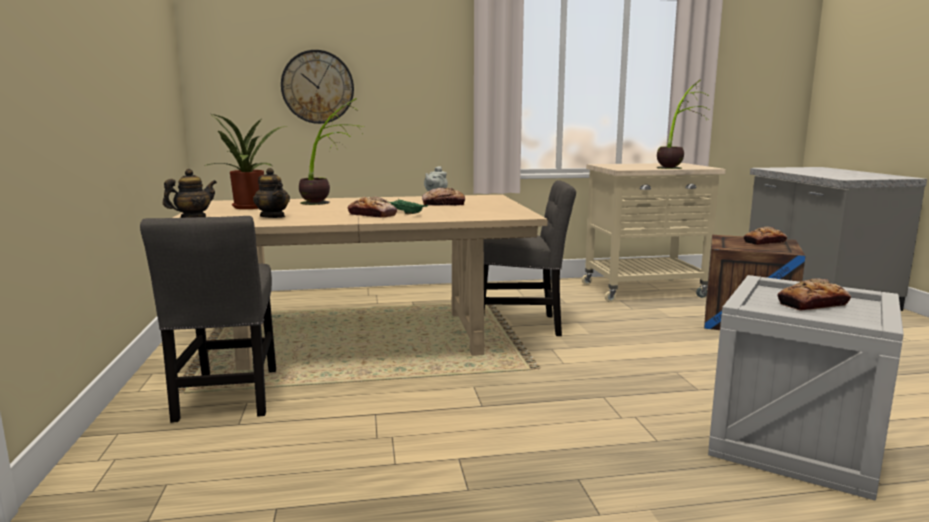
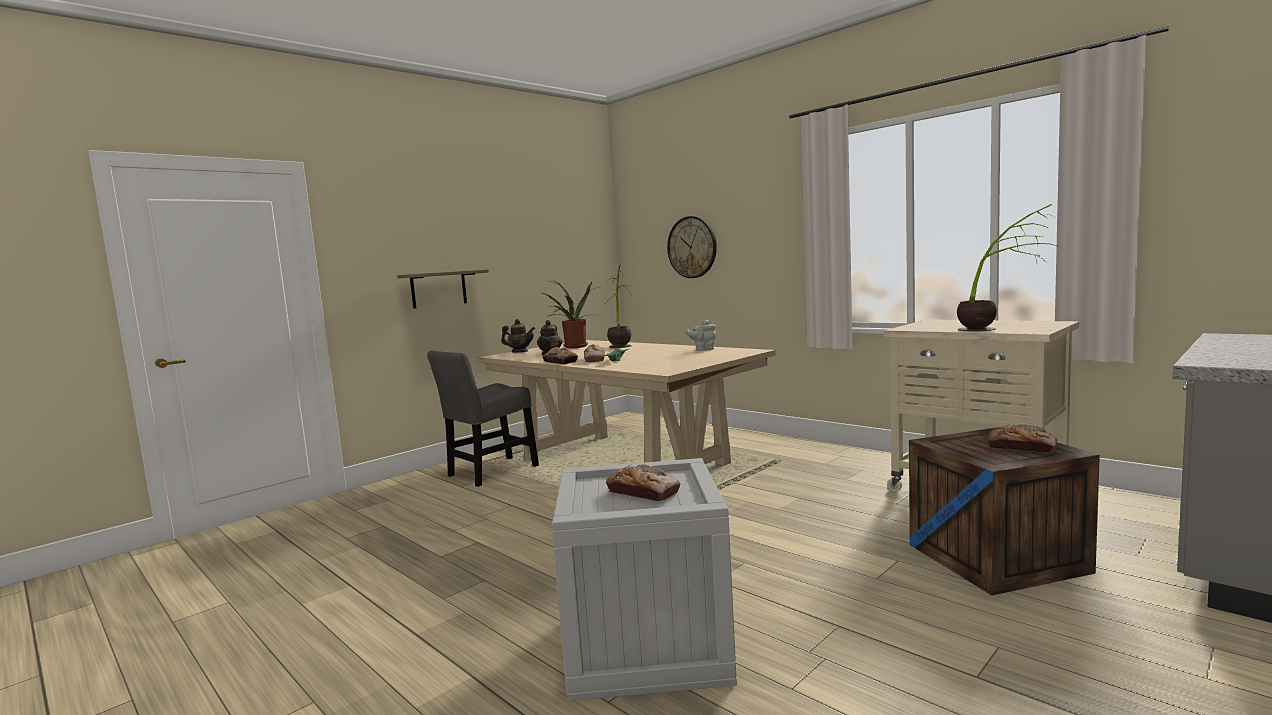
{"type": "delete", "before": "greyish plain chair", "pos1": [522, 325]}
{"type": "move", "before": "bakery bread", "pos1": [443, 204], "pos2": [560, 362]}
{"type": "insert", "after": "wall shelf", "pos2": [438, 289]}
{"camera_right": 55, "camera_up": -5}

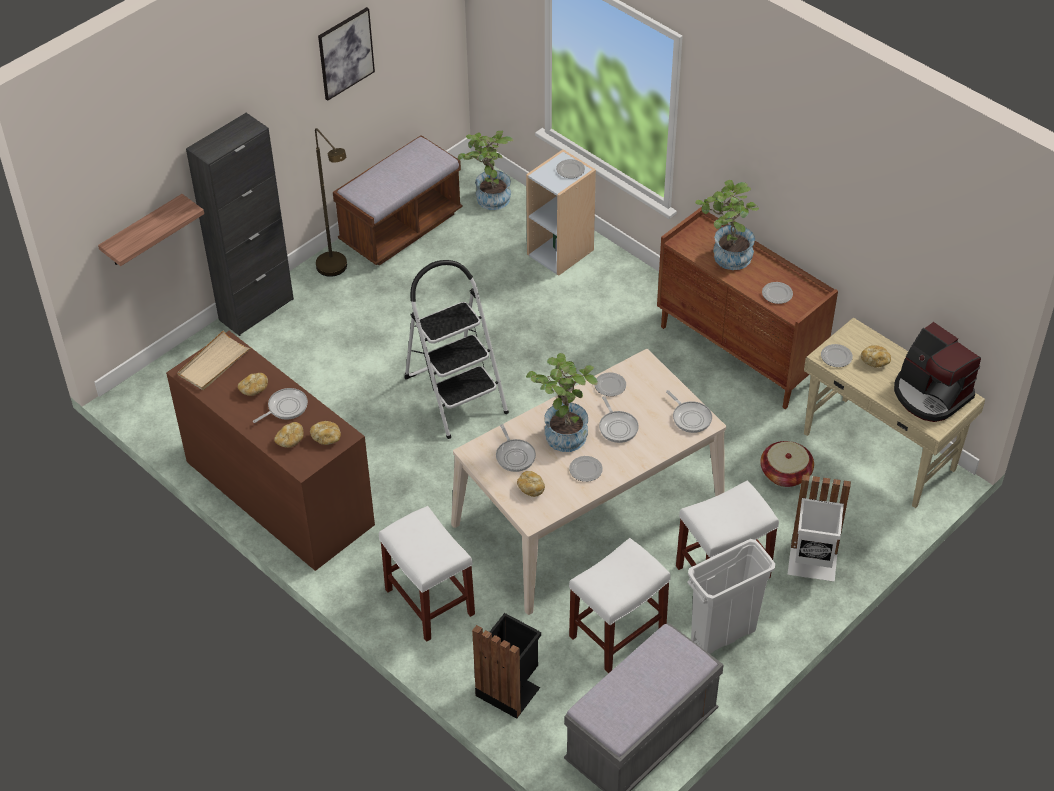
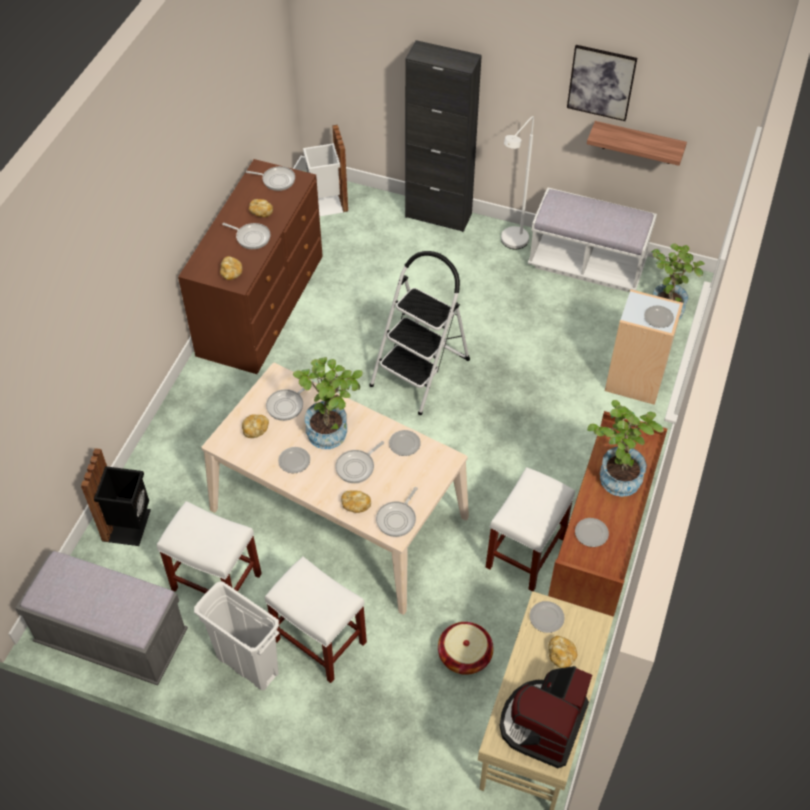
{"type": "recolor", "before": "brown standing lamp", "after": "whitish standing lamp", "pos1": [337, 270], "pos2": [511, 244]}
{"type": "recolor", "before": "brown long seat", "after": "whitish long seat", "pos1": [401, 228], "pos2": [586, 264]}
{"type": "move", "before": "wall shelf", "pos1": [143, 232], "pos2": [638, 143]}
{"type": "replace", "before": "sand-coloured serving tray", "after": "skillet", "pos1": [214, 363], "pos2": [276, 180]}
{"type": "move", "before": "bakery bread", "pos1": [290, 440], "pos2": [355, 505]}
{"type": "move", "before": "whitish trash can", "pos1": [812, 564], "pos2": [327, 202]}
{"type": "move", "before": "whitish sitting stool", "pos1": [428, 601], "pos2": [526, 551]}
{"camera_right": 65, "camera_up": 5}

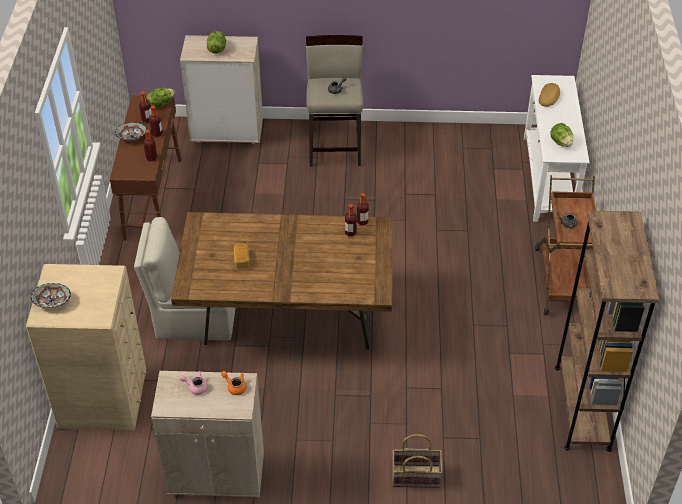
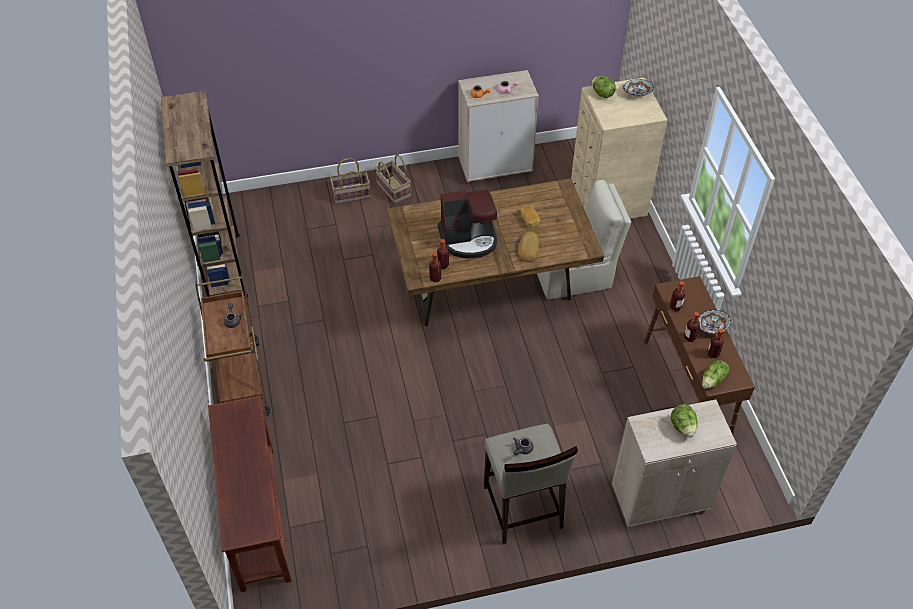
{"type": "recolor", "before": "whitish narrow table", "after": "brown narrow table", "pos1": [548, 179], "pos2": [257, 517]}
{"type": "move", "before": "bakery bread", "pos1": [549, 97], "pos2": [528, 249]}
{"type": "move", "before": "head of lettuce", "pos1": [561, 143], "pos2": [602, 94]}
{"type": "insert", "after": "storage basket", "pos2": [393, 190]}
{"type": "insert", "after": "coffee maker", "pos2": [469, 239]}
{"camera_right": 165, "camera_up": 5}

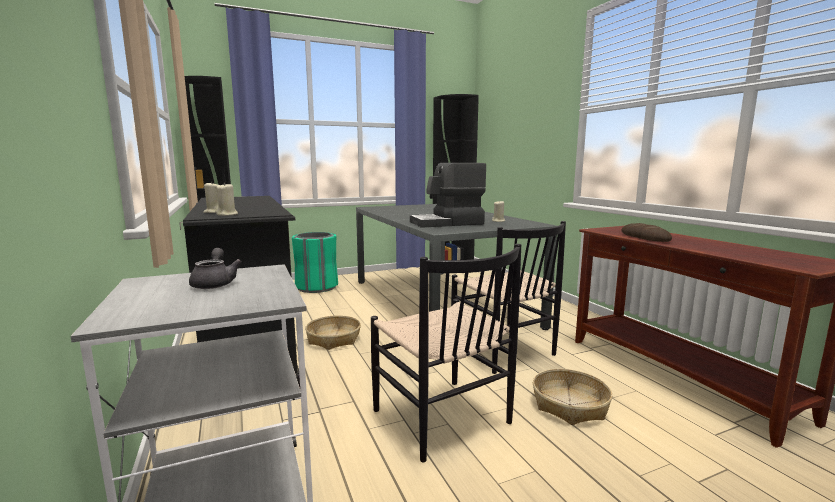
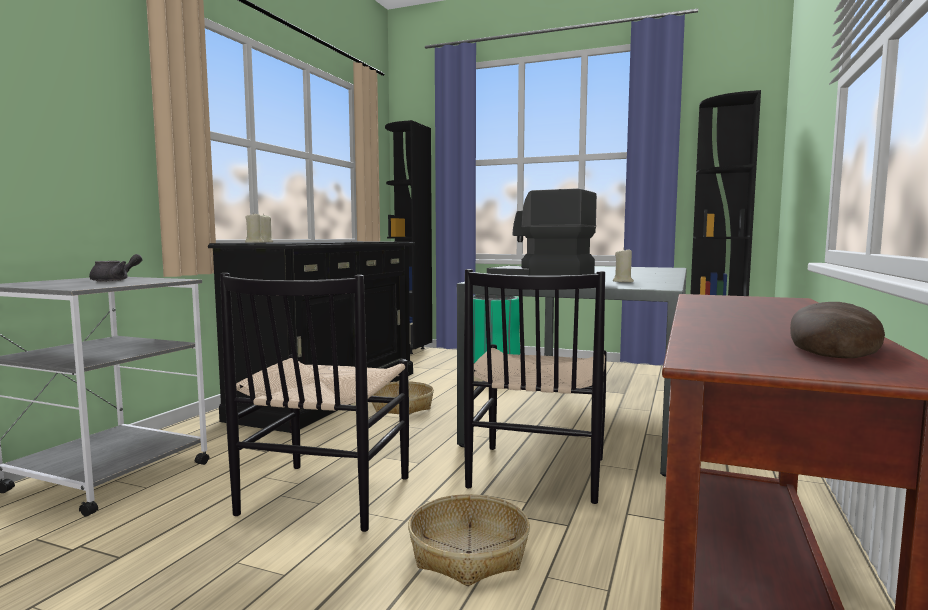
{"type": "move", "before": "bakery bread", "pos1": [644, 237], "pos2": [833, 344]}
{"camera_right": 45, "camera_up": -5}

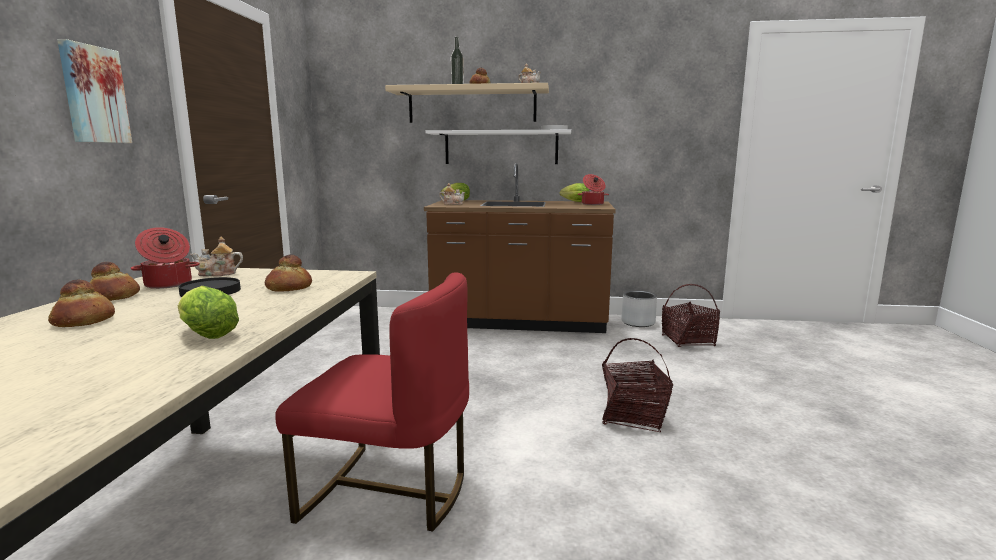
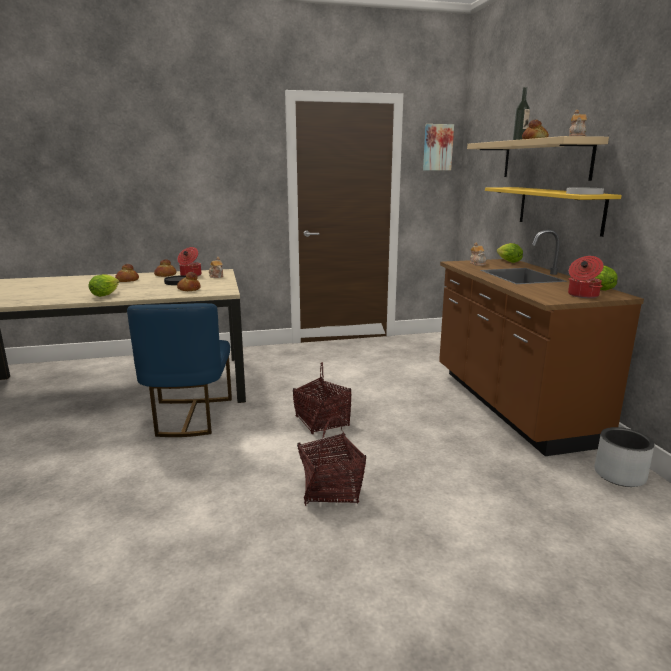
{"type": "move", "before": "wall art", "pos1": [93, 95], "pos2": [437, 147]}
{"type": "recolor", "before": "whitish wall shelf", "after": "yellow wall shelf", "pos1": [501, 147], "pos2": [559, 209]}
{"type": "recolor", "before": "reddish plain chair", "after": "blue plain chair", "pos1": [388, 492], "pos2": [189, 417]}
{"type": "move", "before": "storage basket", "pos1": [688, 341], "pos2": [322, 422]}
{"camera_right": 70, "camera_up": 5}

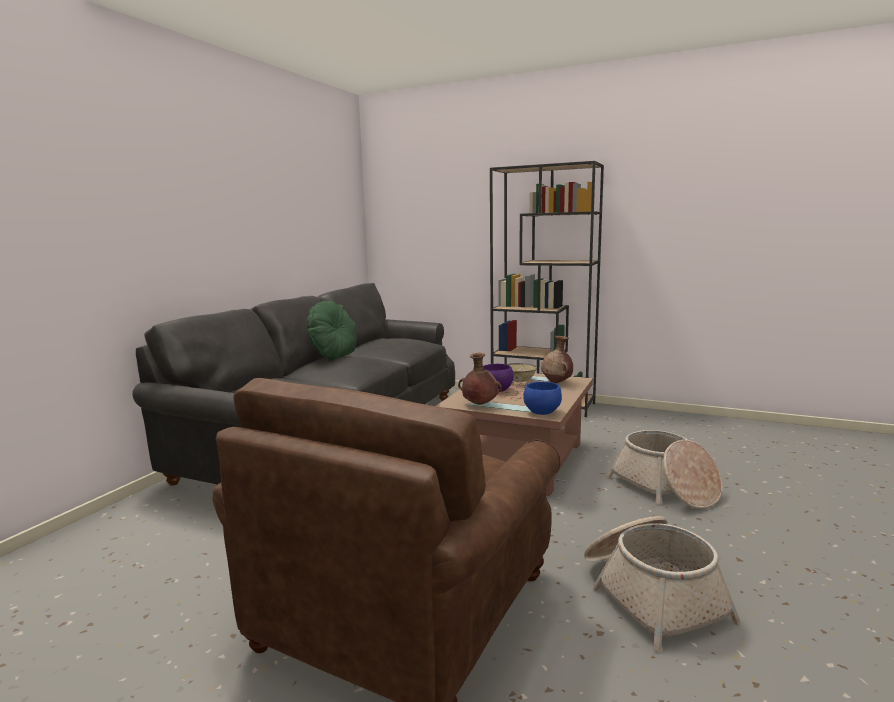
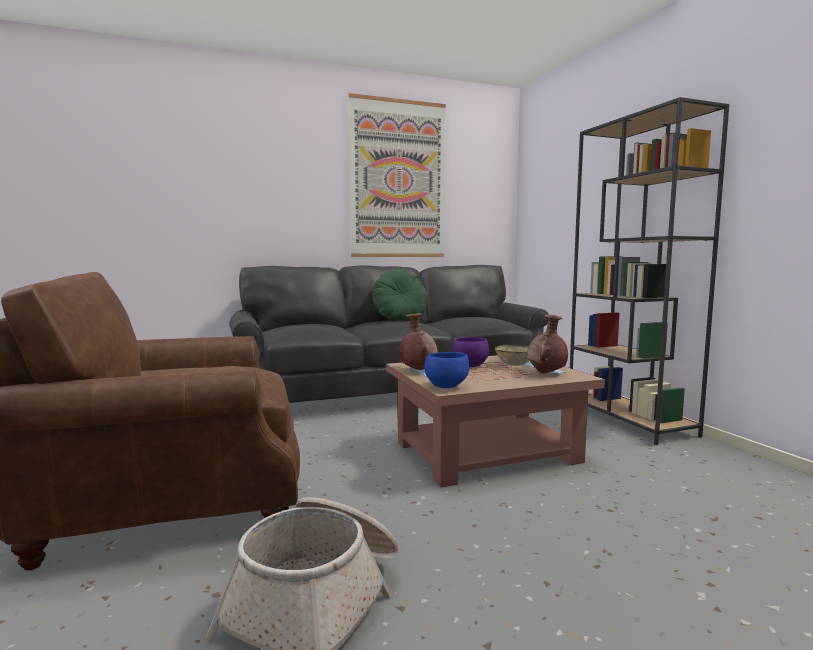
{"type": "delete", "before": "storage basket", "pos1": [665, 488]}
{"type": "insert", "after": "wall art", "pos2": [398, 179]}
{"camera_right": 45, "camera_up": -5}

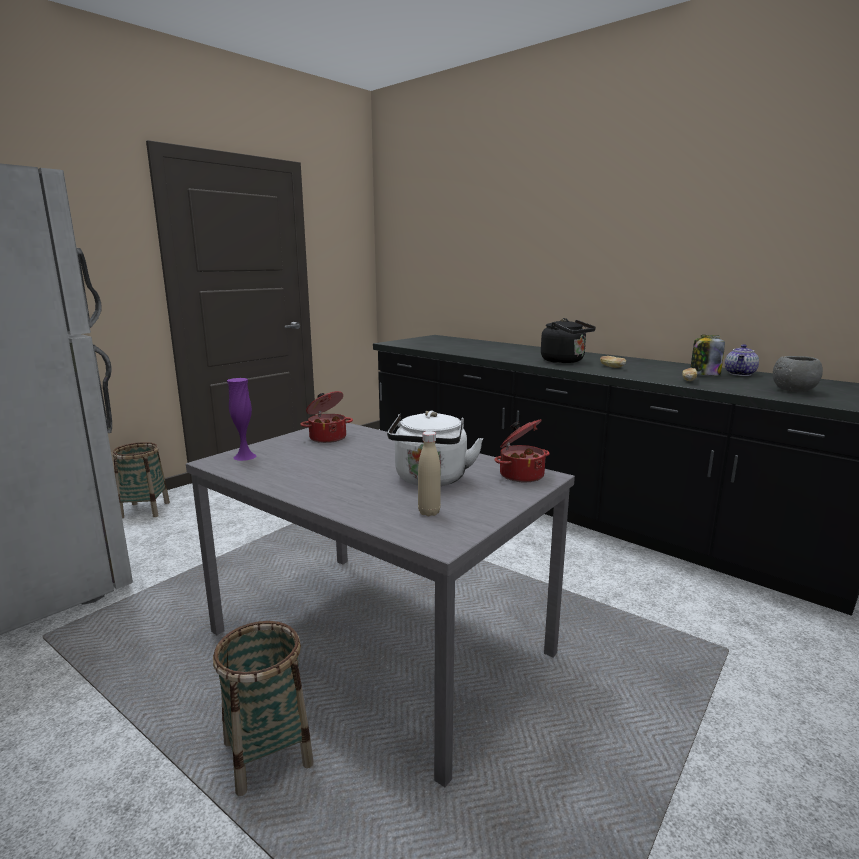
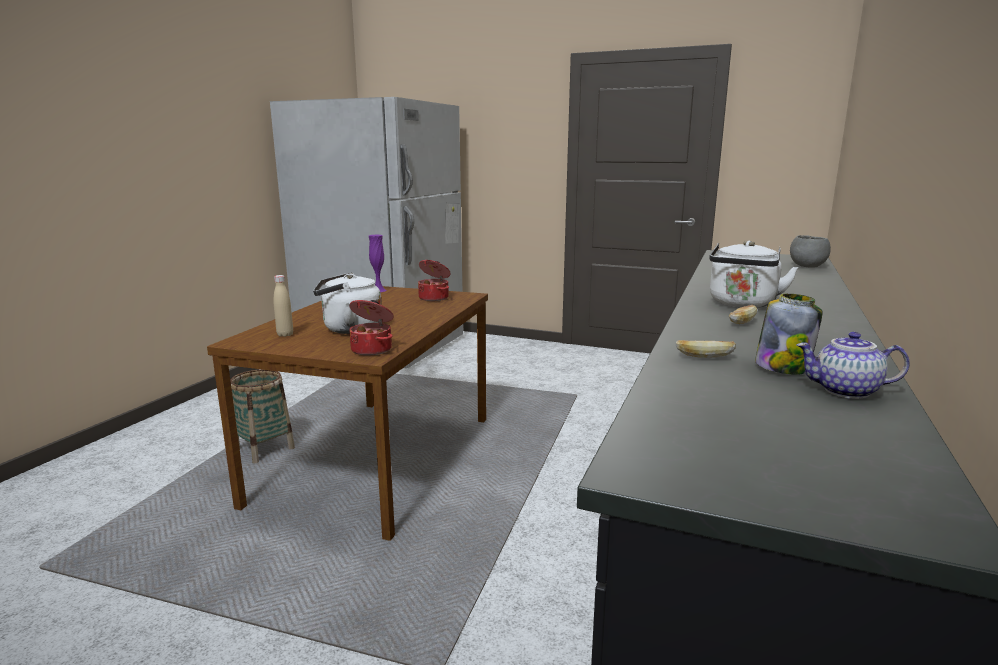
{"type": "recolor", "before": "black tea kettle", "after": "whitish tea kettle", "pos1": [565, 361], "pos2": [742, 304]}
{"type": "move", "before": "greyish bowl", "pos1": [794, 391], "pos2": [807, 266]}
{"type": "recolor", "before": "greyish dining table", "after": "brown dining table", "pos1": [382, 643], "pos2": [378, 460]}
{"type": "delete", "before": "storage basket", "pos1": [144, 510]}
{"camera_right": 70, "camera_up": 0}

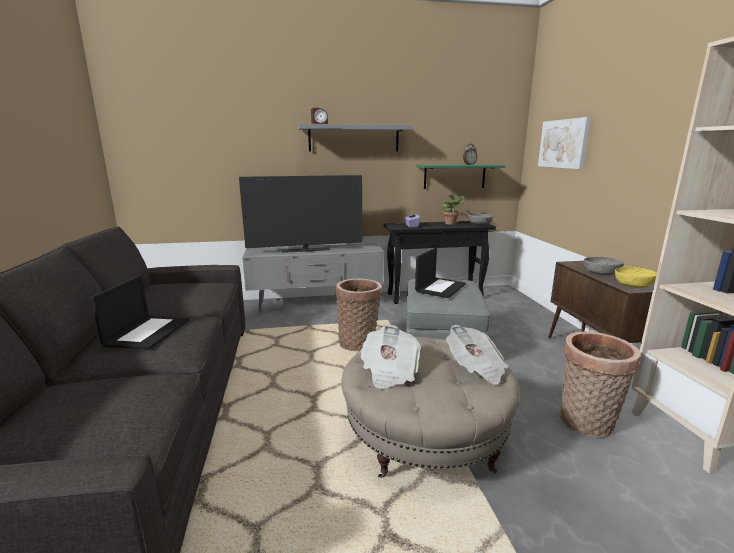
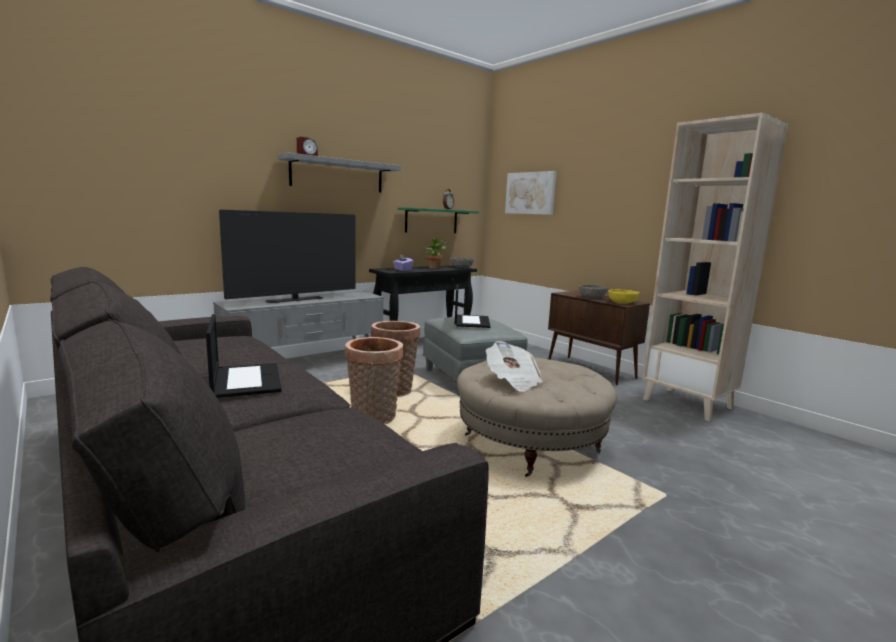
{"type": "delete", "before": "daily paper", "pos1": [476, 368]}
{"type": "move", "before": "storage basket", "pos1": [586, 424], "pos2": [373, 419]}
{"camera_right": -30, "camera_up": -5}

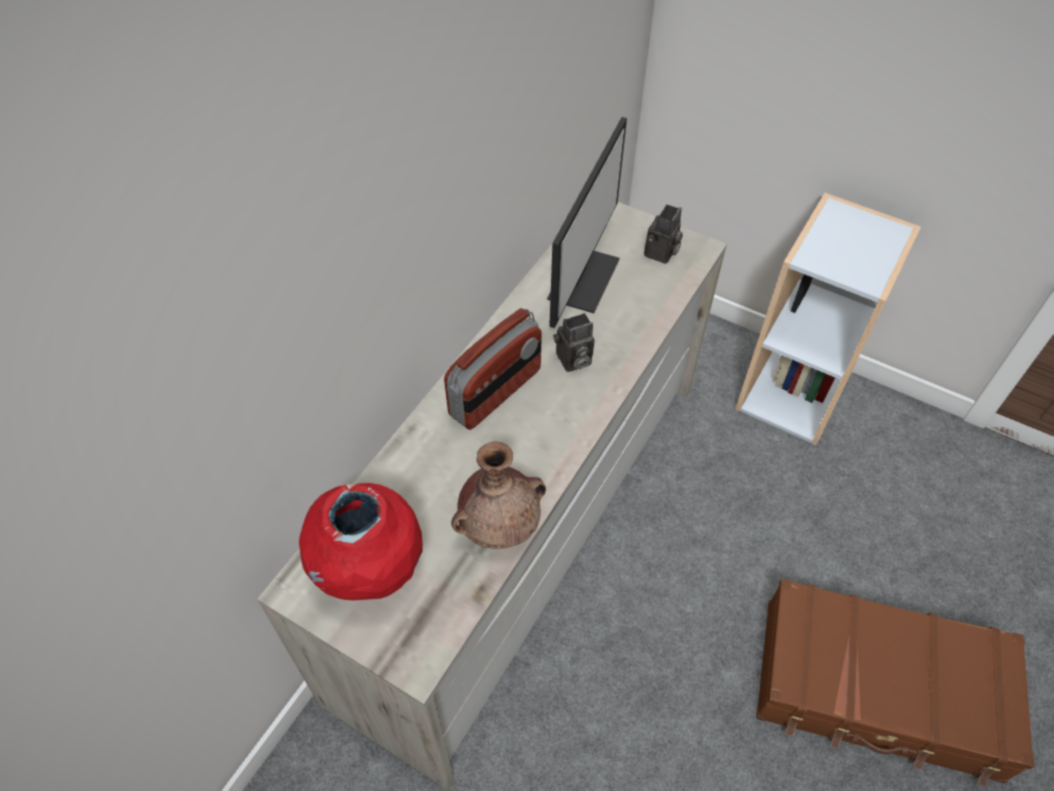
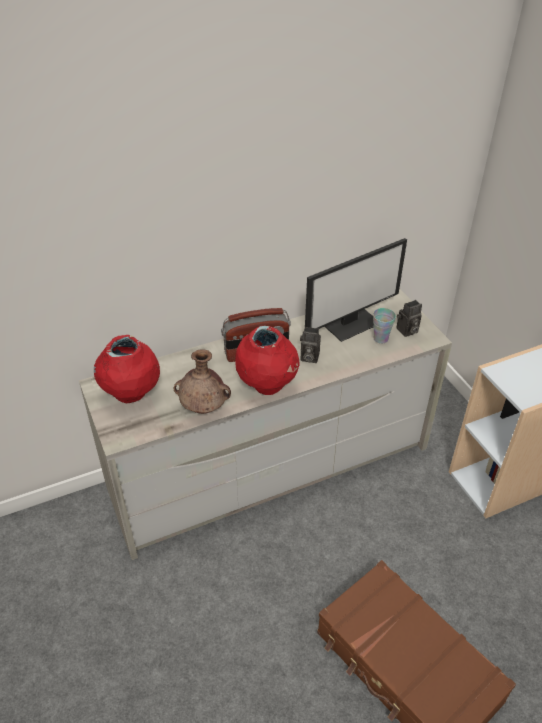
{"type": "insert", "after": "small cup", "pos2": [380, 338]}
{"type": "insert", "after": "reddish vase", "pos2": [267, 386]}
{"camera_right": 35, "camera_up": -10}

